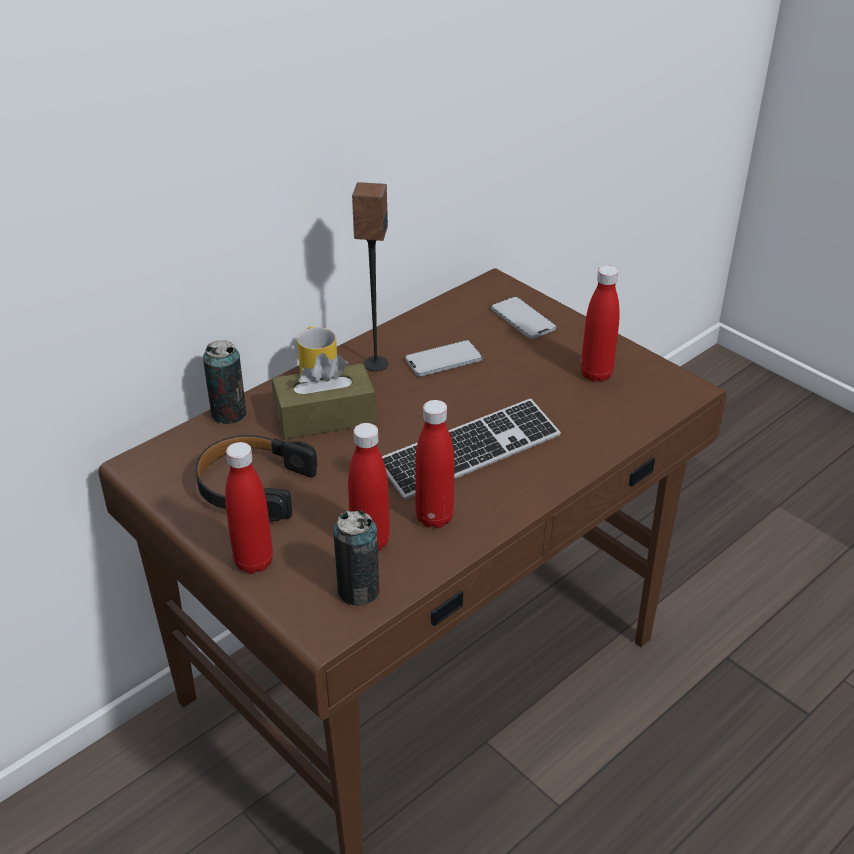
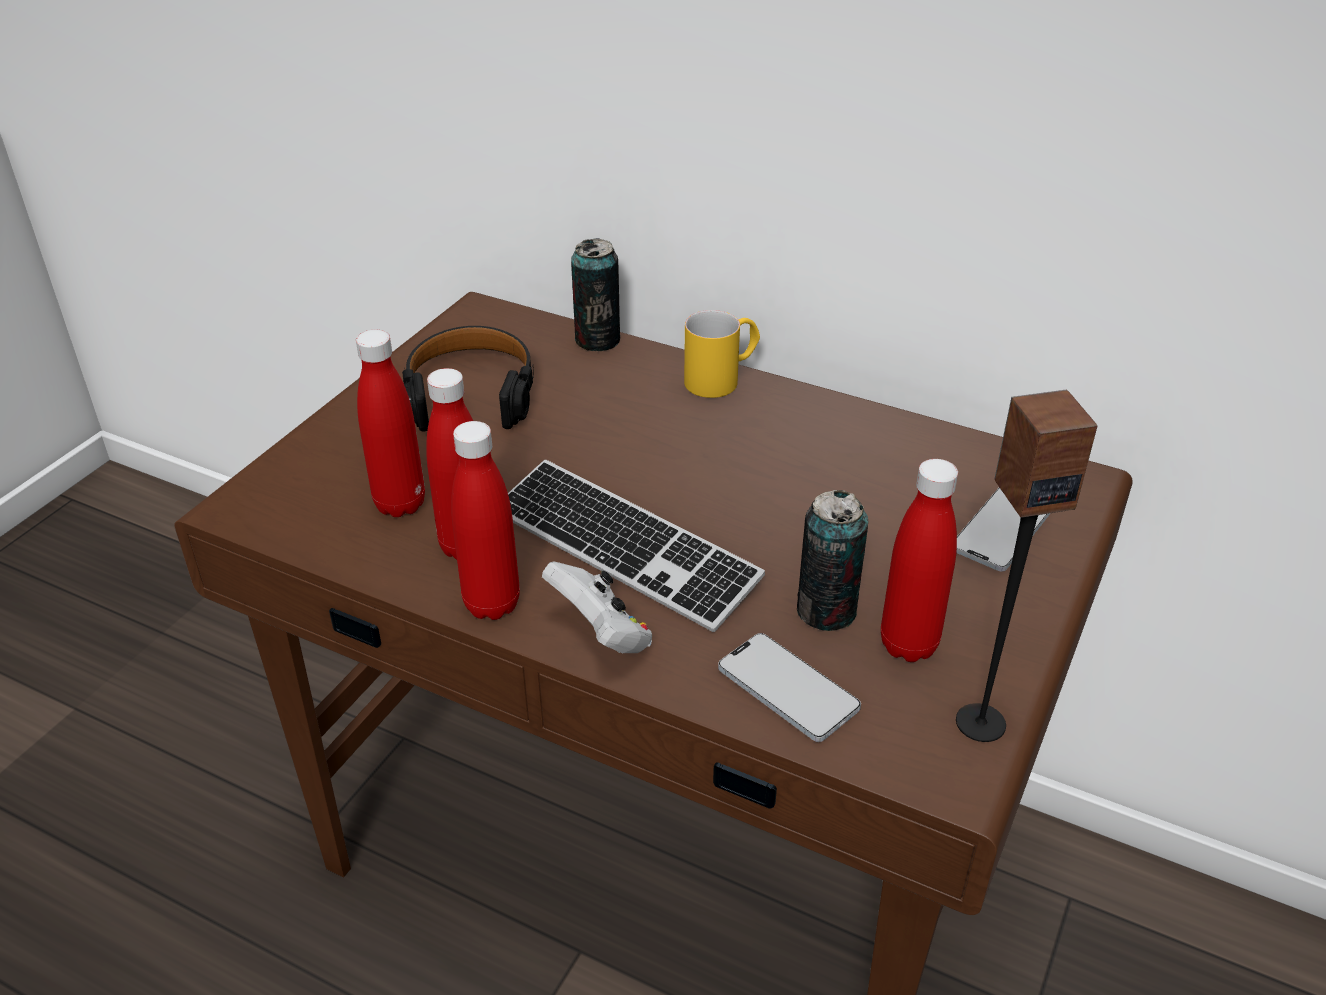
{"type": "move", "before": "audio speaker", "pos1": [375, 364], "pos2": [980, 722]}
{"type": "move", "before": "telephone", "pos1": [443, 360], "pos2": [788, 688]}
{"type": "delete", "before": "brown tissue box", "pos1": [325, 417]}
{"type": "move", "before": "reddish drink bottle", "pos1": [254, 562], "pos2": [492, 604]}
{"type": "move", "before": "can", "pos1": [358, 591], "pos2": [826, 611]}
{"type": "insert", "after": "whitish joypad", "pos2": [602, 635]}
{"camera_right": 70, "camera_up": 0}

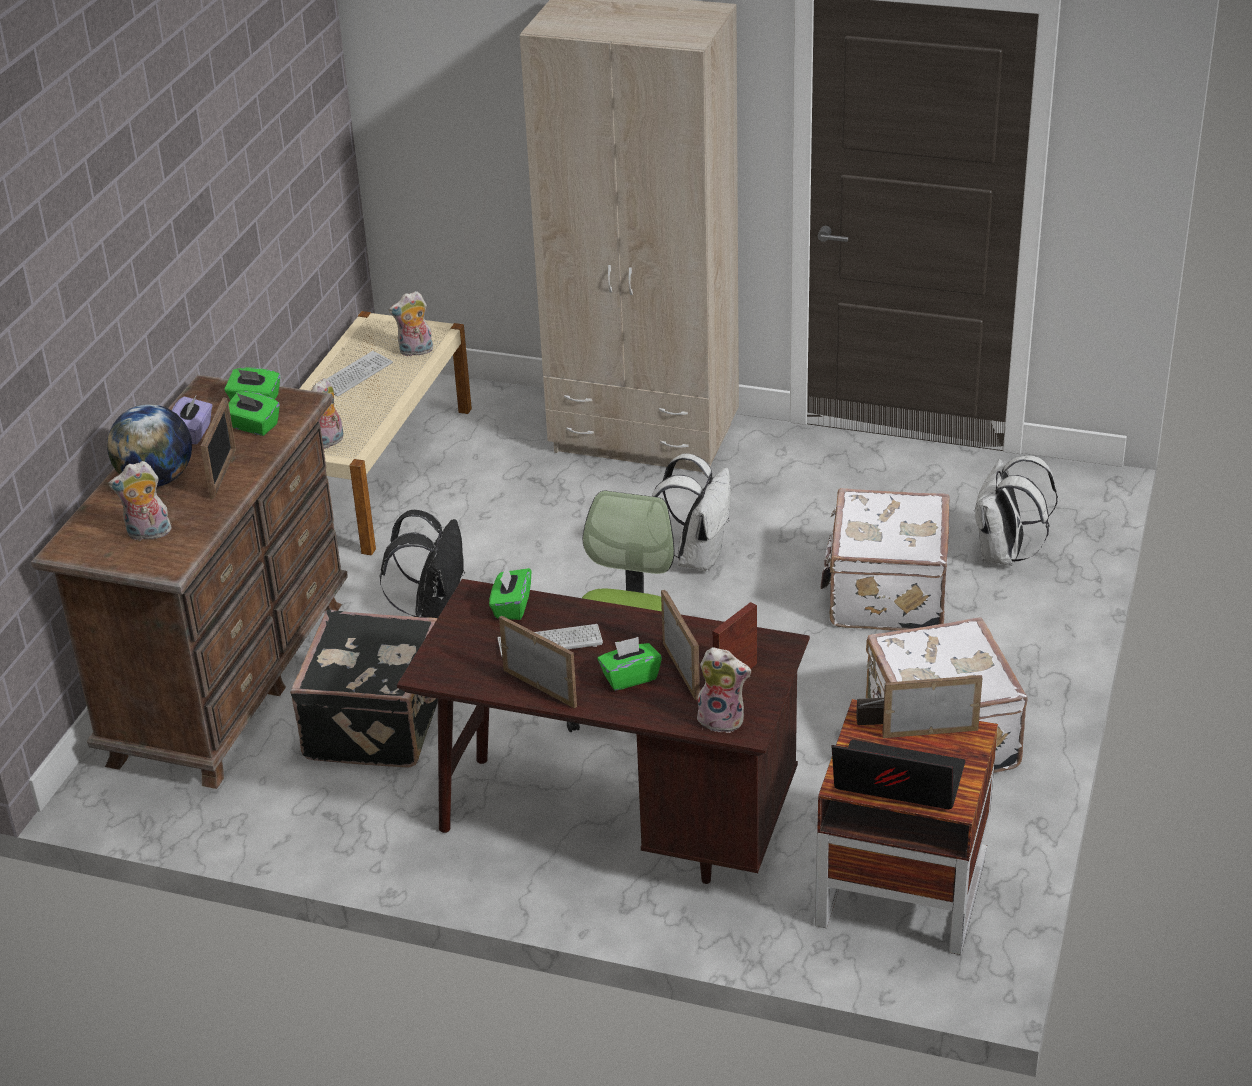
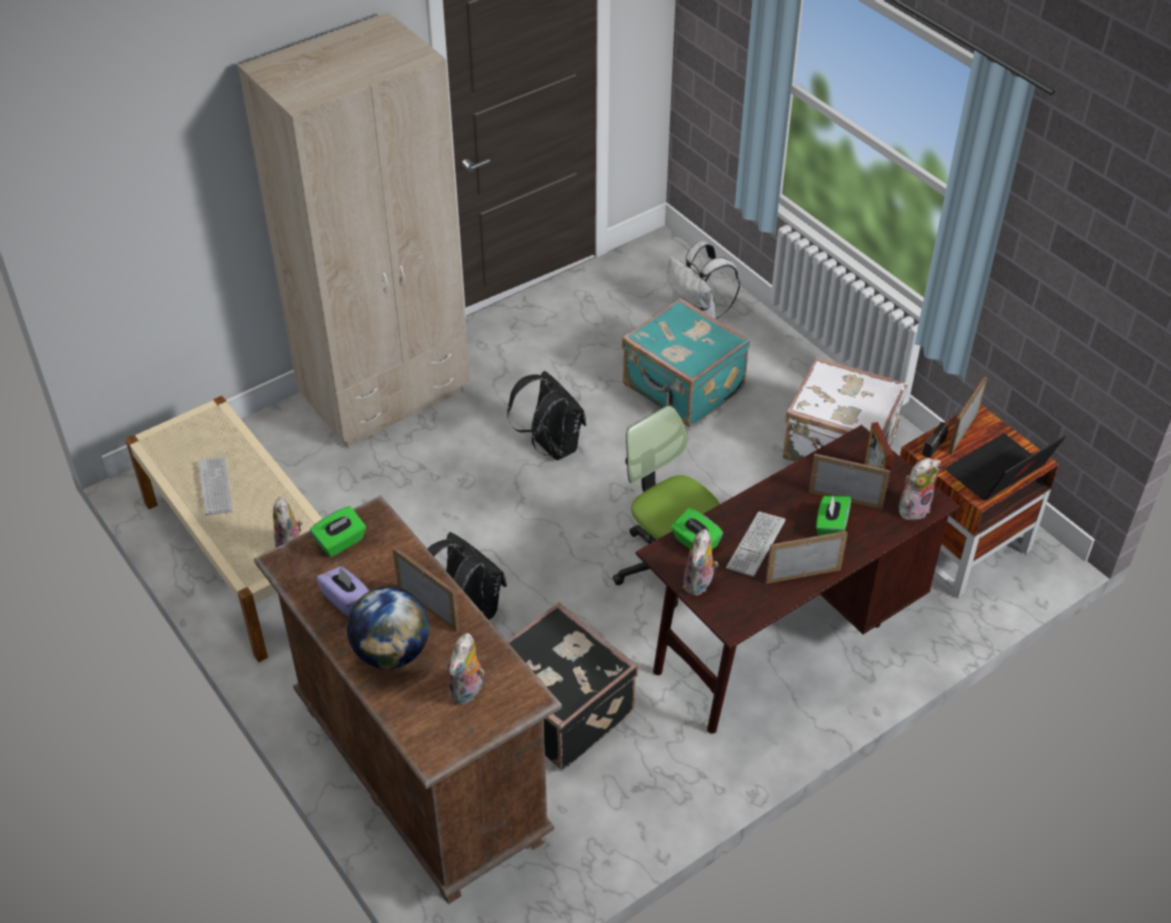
{"type": "move", "before": "plush toy", "pos1": [415, 352], "pos2": [699, 584]}
{"type": "delete", "before": "green tissue box", "pos1": [253, 426]}
{"type": "recolor", "before": "whitish backpack", "after": "black backpack", "pos1": [697, 557], "pos2": [551, 447]}
{"type": "recolor", "before": "whitish suitcase", "after": "turquoise suitcase", "pos1": [885, 595], "pos2": [682, 389]}
{"camera_right": -55, "camera_up": 10}

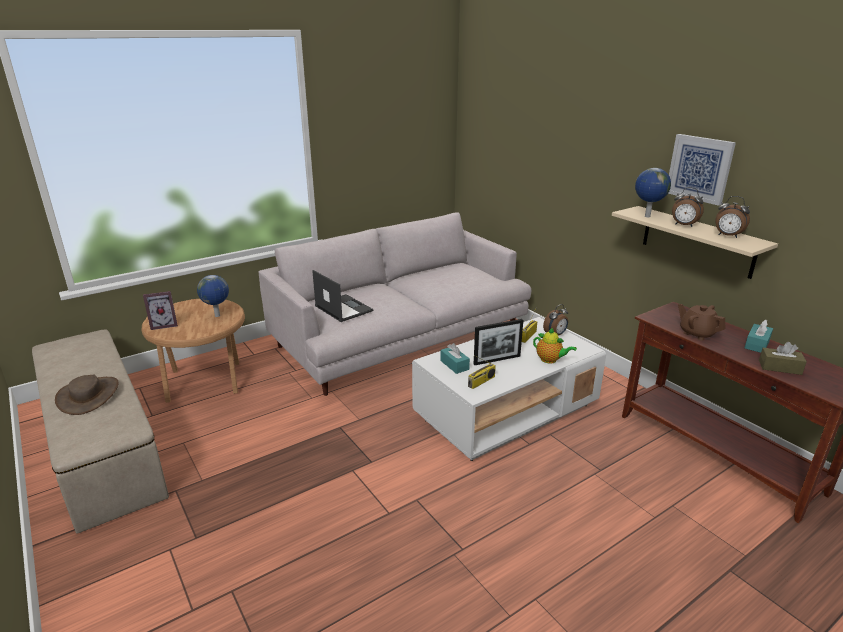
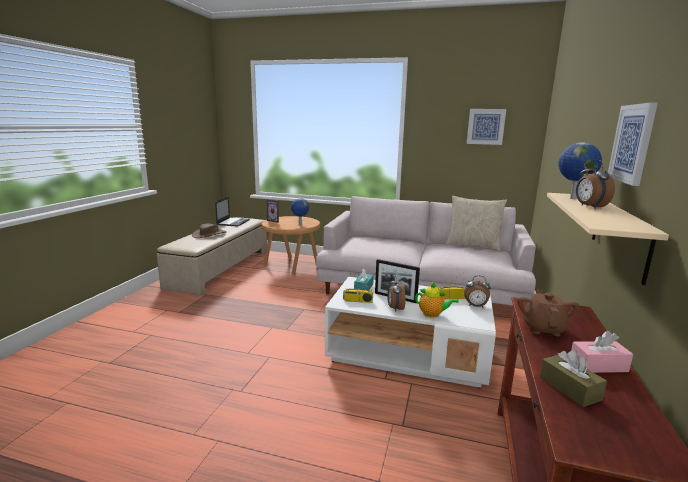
{"type": "move", "before": "table clock", "pos1": [727, 236], "pos2": [395, 308]}
{"type": "move", "before": "portable computer", "pos1": [343, 308], "pos2": [233, 222]}
{"type": "recolor", "before": "turquoise tissue box", "after": "pink tissue box", "pos1": [757, 344], "pos2": [598, 365]}
{"type": "rotate", "before": "pot for tea", "pos1": [550, 360], "pos2": [432, 314], "turn": -60}
{"type": "insert", "after": "wall art", "pos2": [485, 126]}
{"type": "insert", "after": "sand-coloured cushion", "pos2": [472, 246]}
{"camera_right": 50, "camera_up": -10}

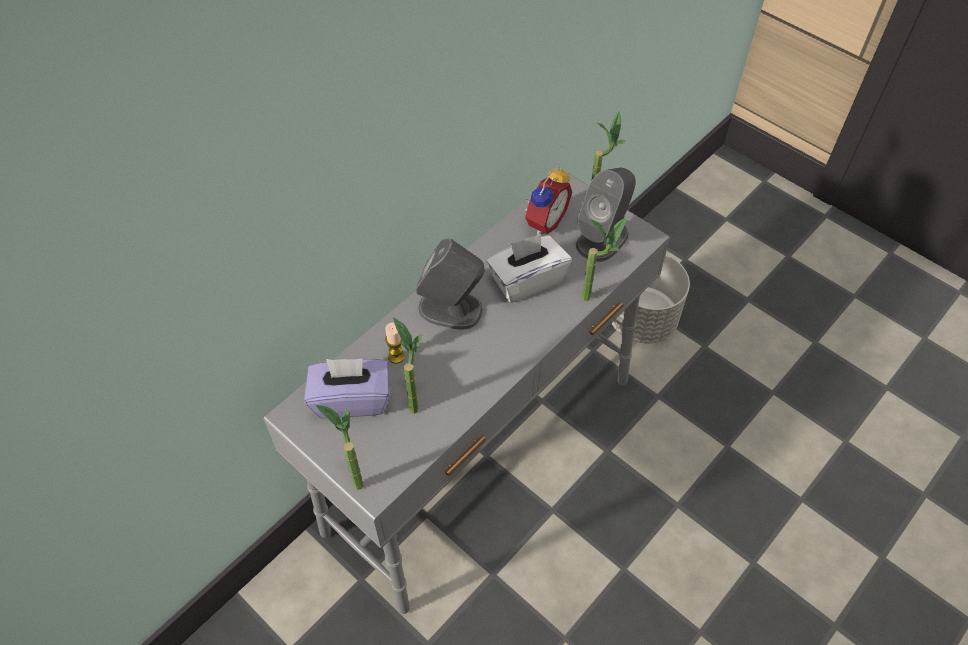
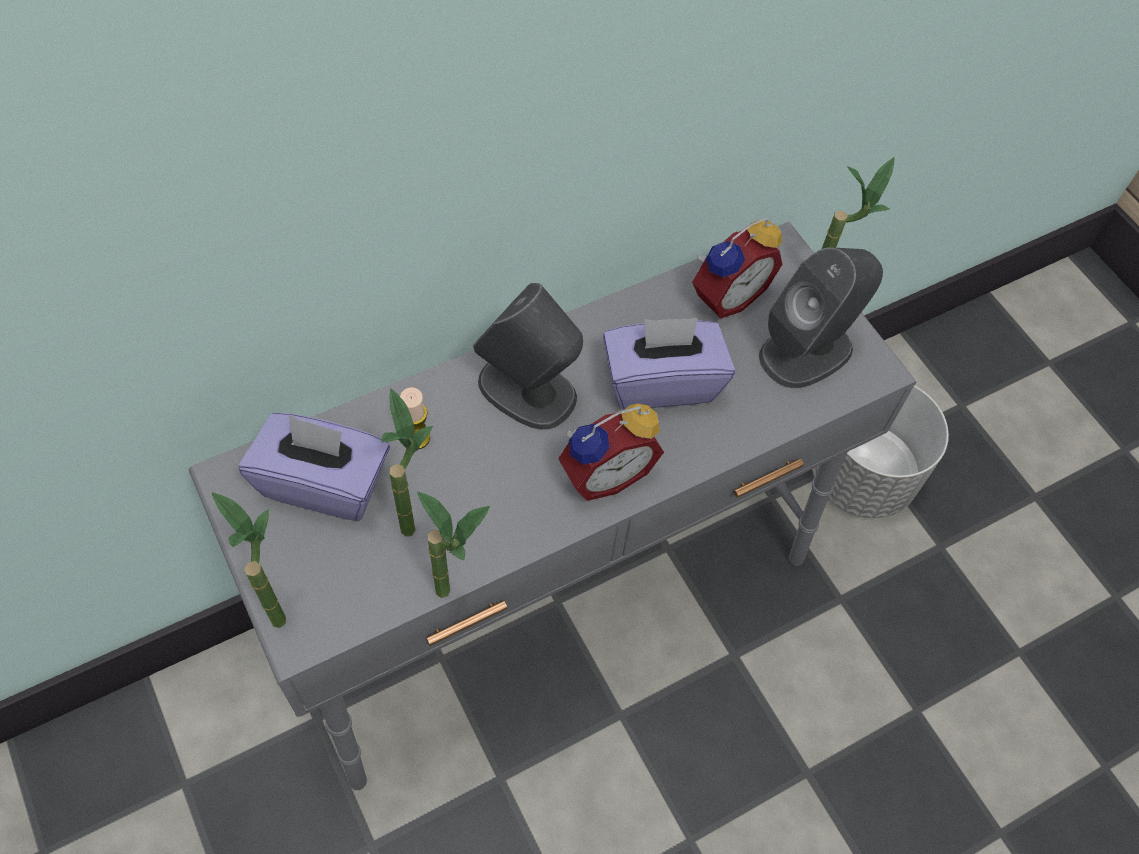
{"type": "move", "before": "houseplant", "pos1": [594, 297], "pos2": [458, 594]}
{"type": "recolor", "before": "whitish tissue box", "after": "purple tissue box", "pos1": [526, 280], "pos2": [661, 381]}
{"type": "insert", "after": "table clock", "pos2": [604, 472]}
{"camera_right": 15, "camera_up": 5}

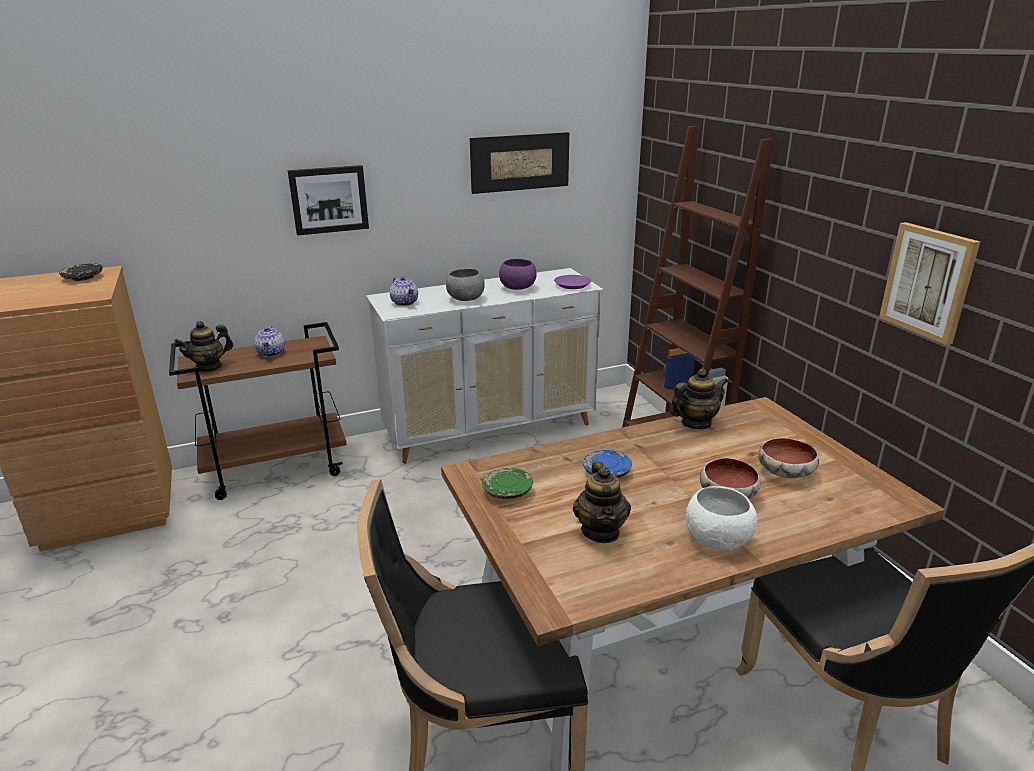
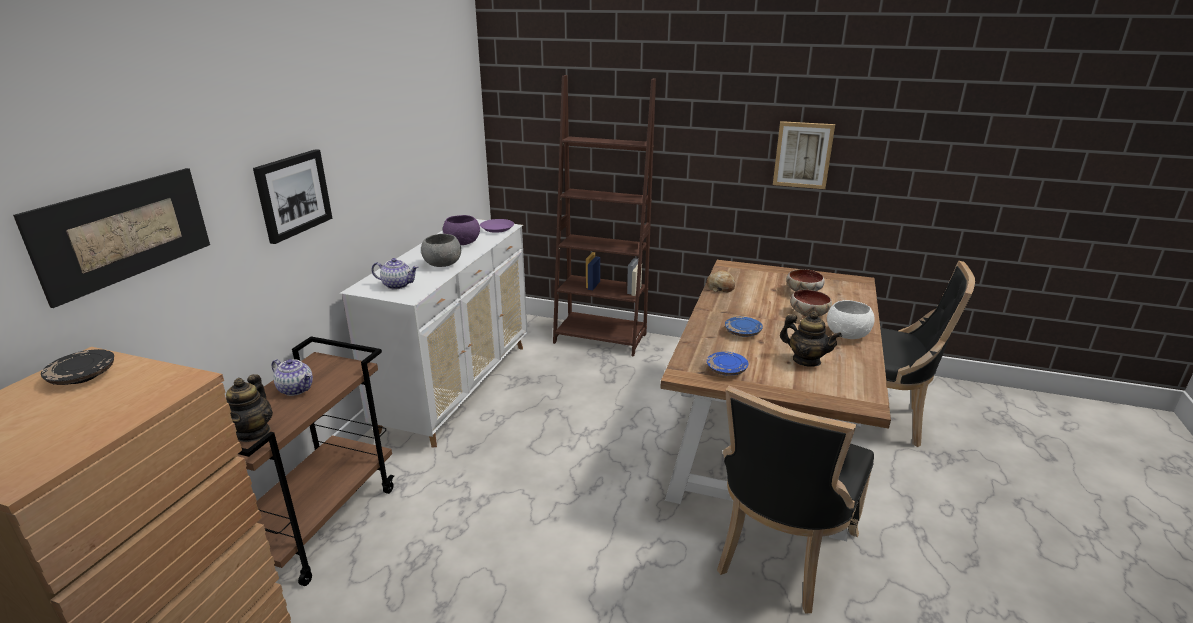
{"type": "move", "before": "wall art", "pos1": [520, 162], "pos2": [124, 231]}
{"type": "replace", "before": "pot for tea", "after": "bakery bread", "pos1": [695, 423], "pos2": [720, 287]}
{"type": "recolor", "before": "green plate", "after": "blue plate", "pos1": [507, 491], "pos2": [726, 370]}
{"camera_right": -50, "camera_up": 0}

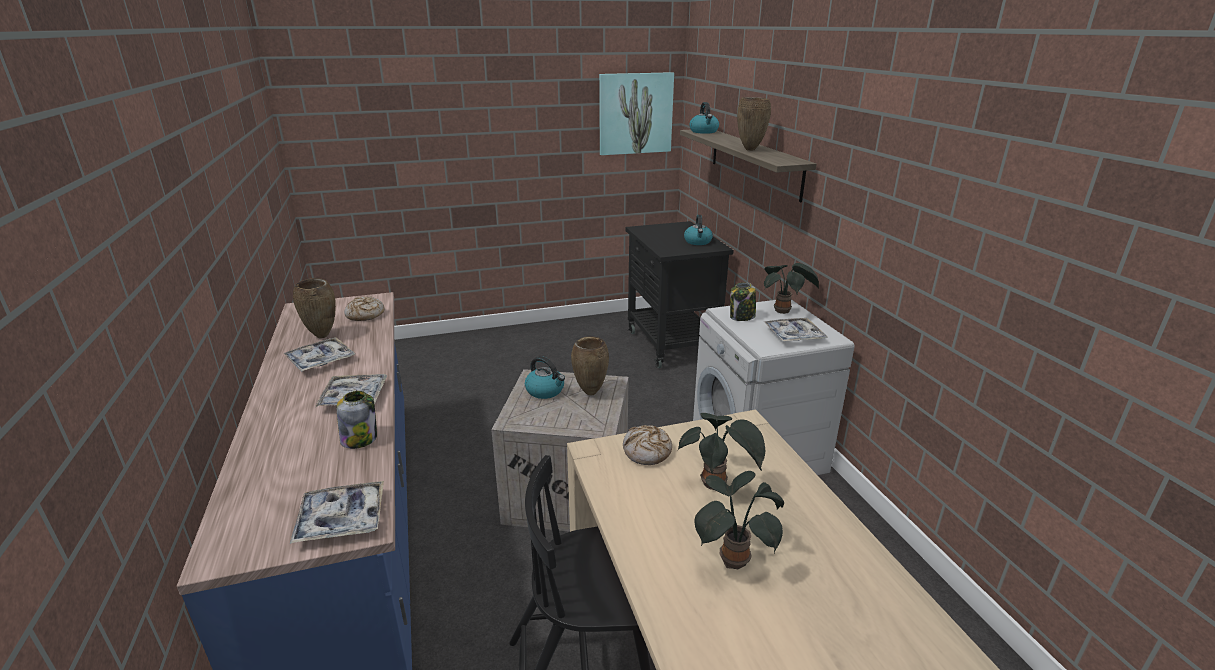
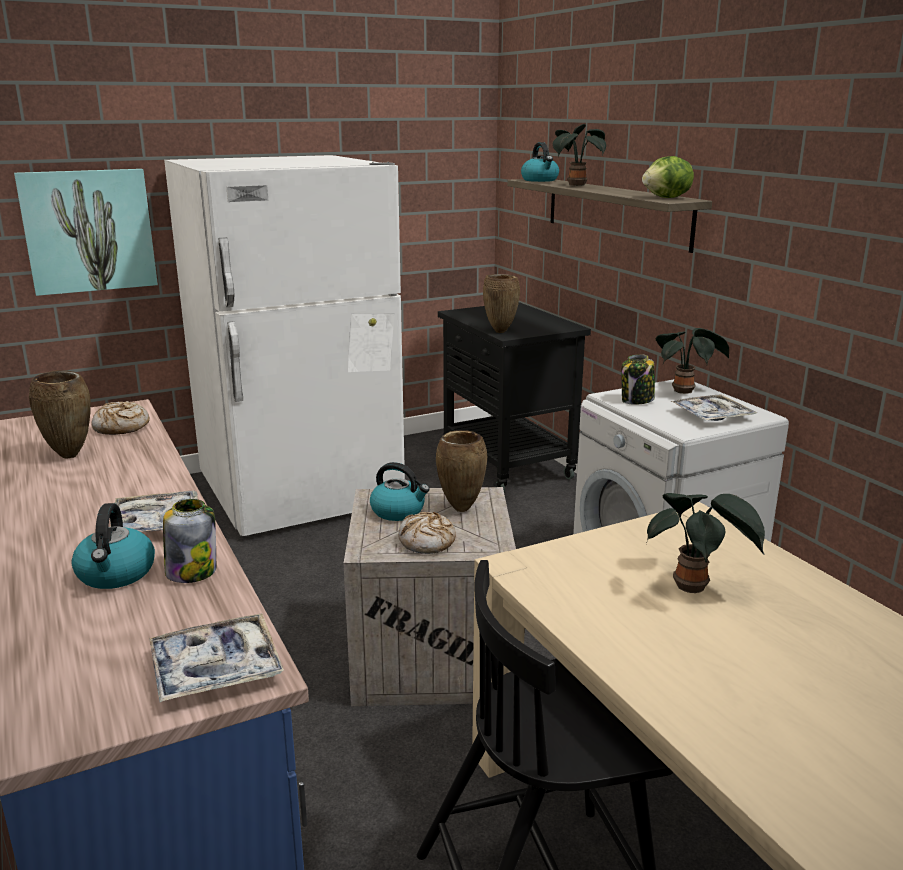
{"type": "move", "before": "wall art", "pos1": [635, 113], "pos2": [89, 231]}
{"type": "move", "before": "brown vase", "pos1": [750, 150], "pos2": [500, 331]}
{"type": "move", "before": "tea kettle", "pos1": [698, 242], "pos2": [116, 574]}
{"type": "delete", "before": "serving tray", "pos1": [320, 360]}
{"type": "move", "before": "bakery bread", "pos1": [647, 451], "pos2": [427, 542]}
{"type": "move", "before": "houseplant", "pos1": [733, 557], "pos2": [575, 185]}
{"type": "insert", "after": "whitish fridge", "pos2": [301, 489]}
{"type": "insert", "after": "head of lettuce", "pos2": [667, 198]}
{"camera_right": -10, "camera_up": -5}

